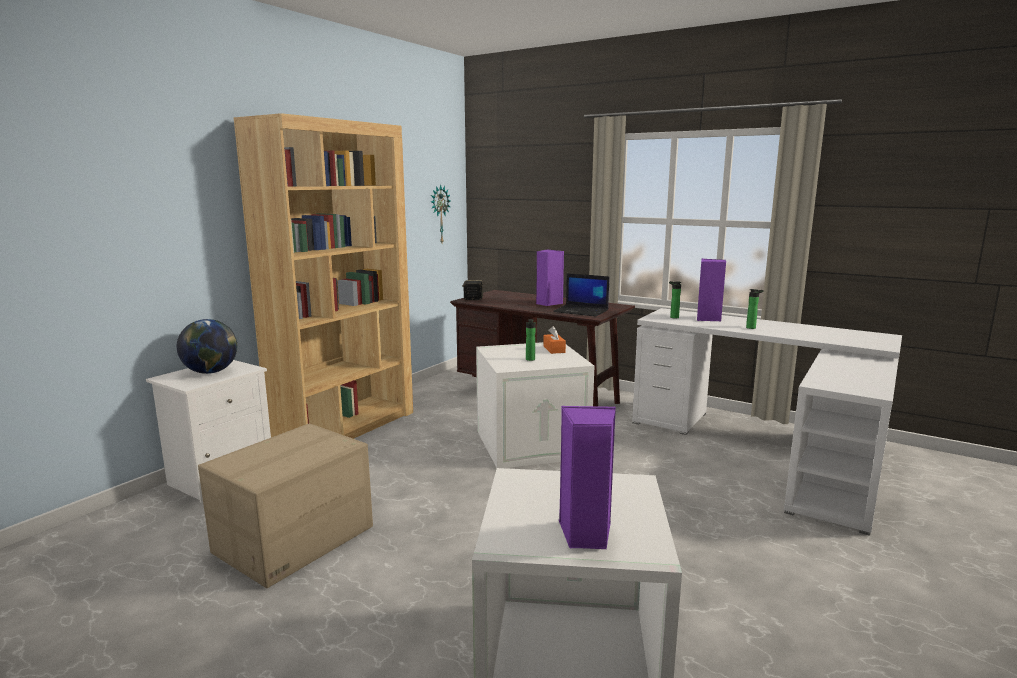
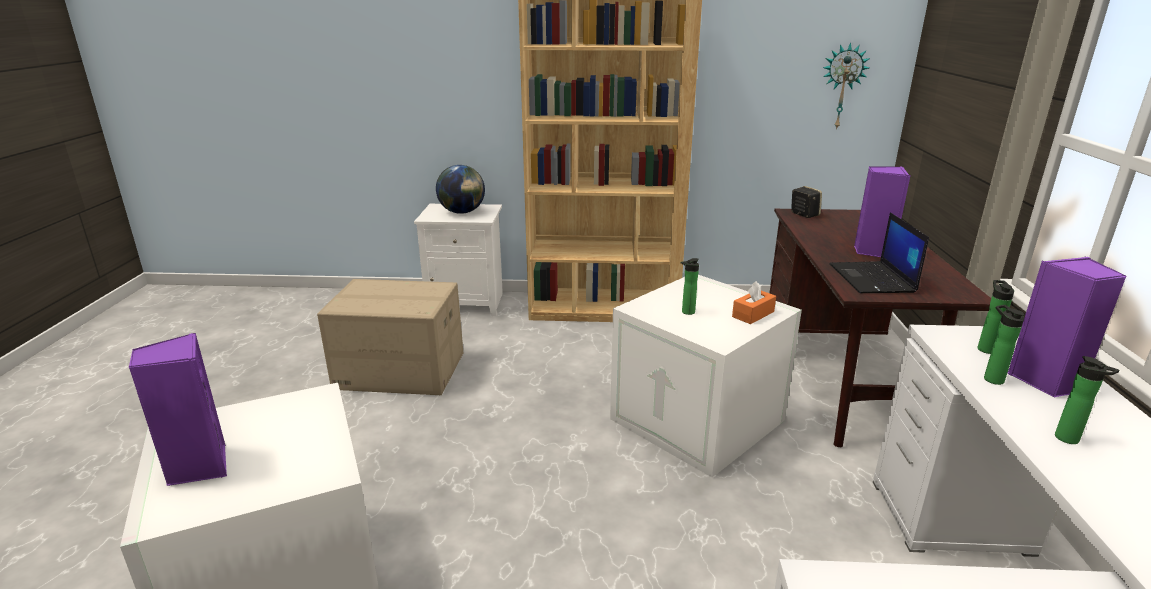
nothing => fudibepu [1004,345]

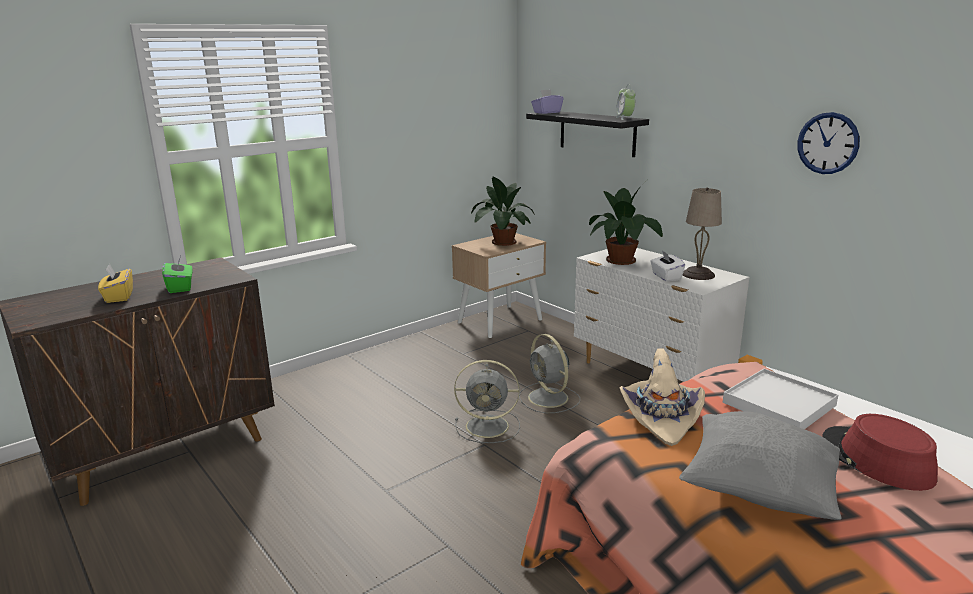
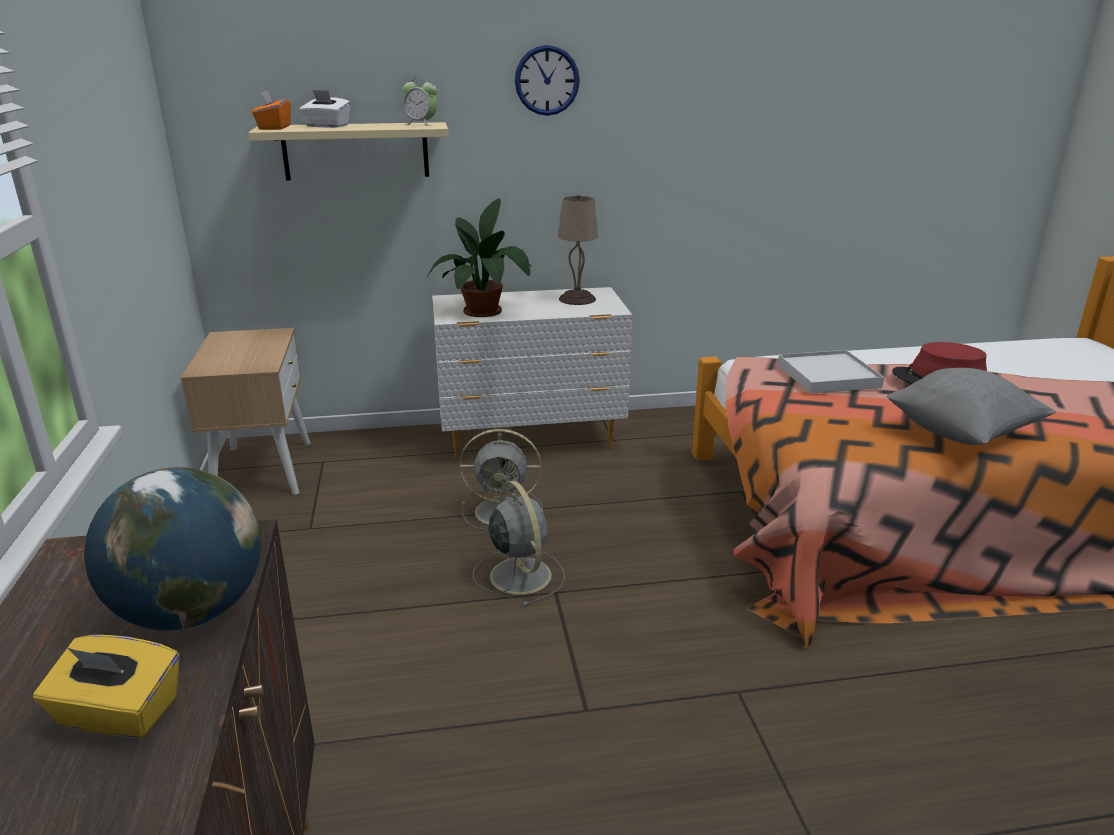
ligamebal [503,211] => nothing
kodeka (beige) [662,397] => nothing
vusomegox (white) [667,265] => vusomegox (white) [325,109], shifted
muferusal [828,143] => muferusal [547,80], shifted
vusomegox (green) [177,274] => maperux [173,548]
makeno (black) [587,134] => makeno (beige) [348,151]
vusomegox (purple) [547,101] => vusomegox (orange) [271,110]
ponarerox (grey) [487,401] => ponarerox (grey) [519,544], 60 degrees counterclockwise

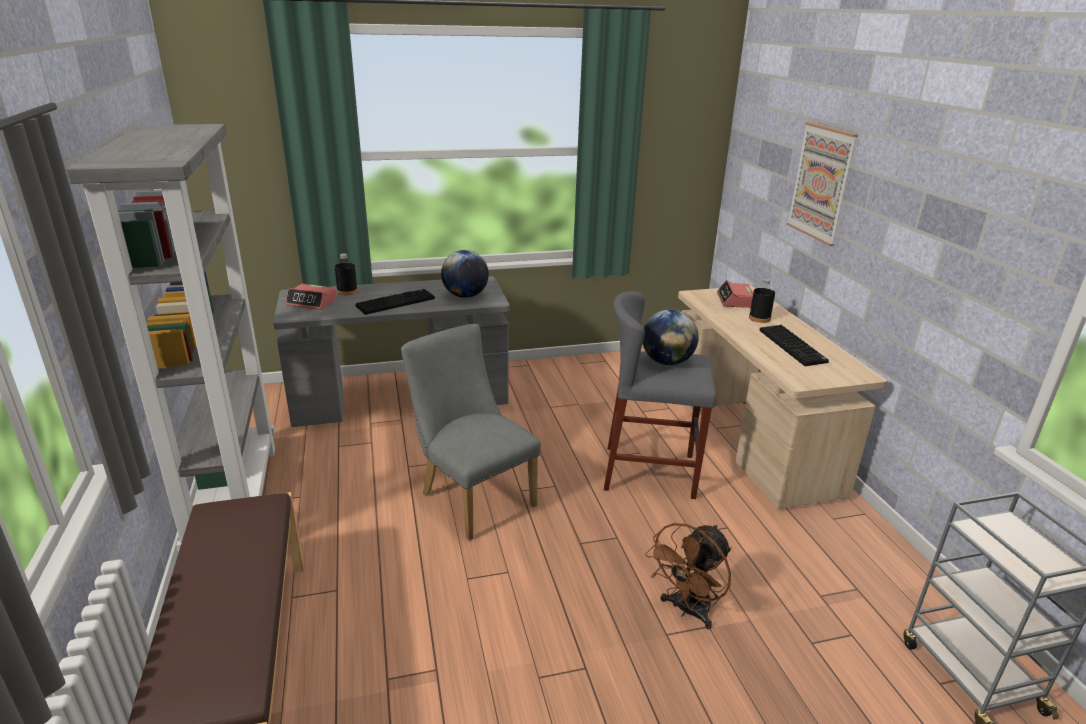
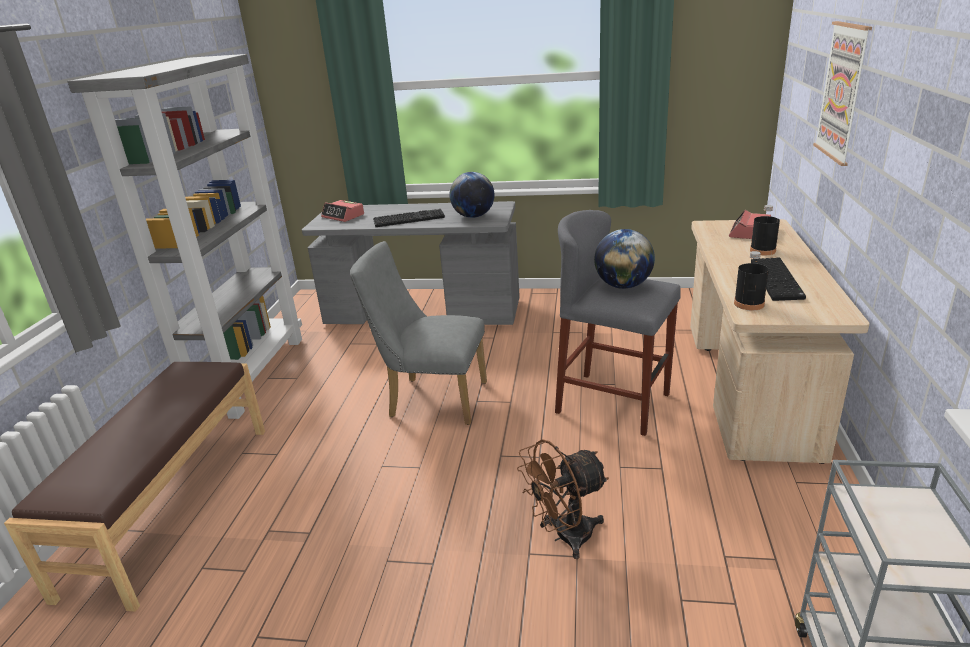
fudibepu (black) [346,274] => fudibepu (black) [751,280], shifted
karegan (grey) [471,432] => karegan (grey) [418,333], 60 degrees counterclockwise

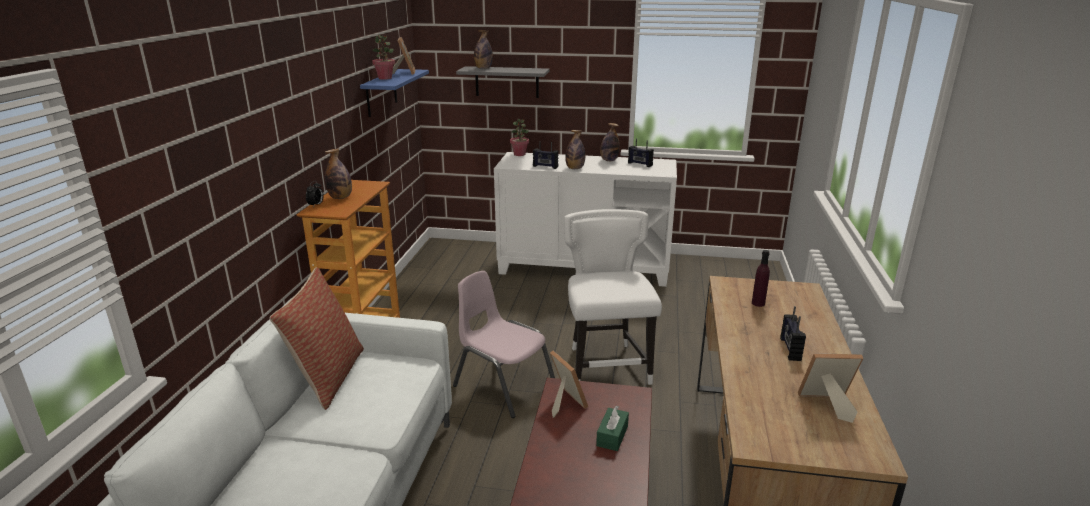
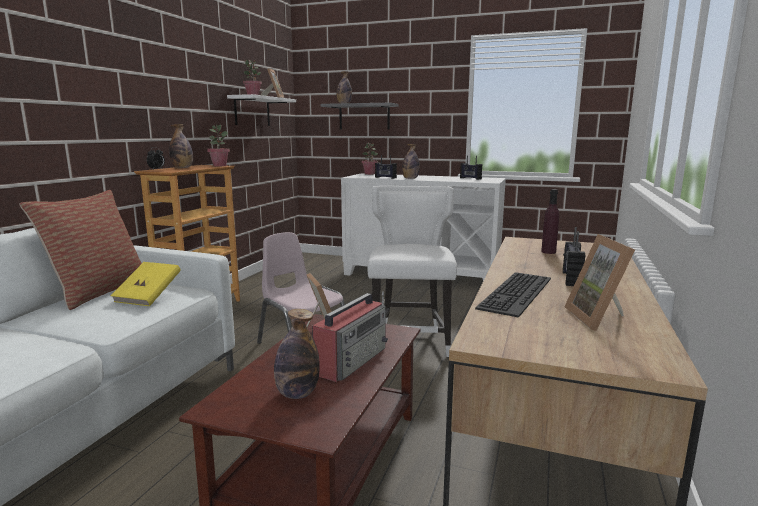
nothing => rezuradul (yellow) [145,284]
nothing => ligamebal [218,145]
nothing => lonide [513,295]
fudibepu [610,142] => fudibepu [297,354], shifted
vusomegox (green) [612,428] => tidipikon [350,336]
makeno (blue) [394,93] => makeno (white) [261,110]
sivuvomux [830,388] => sivuvomux [599,282], 105 degrees counterclockwise

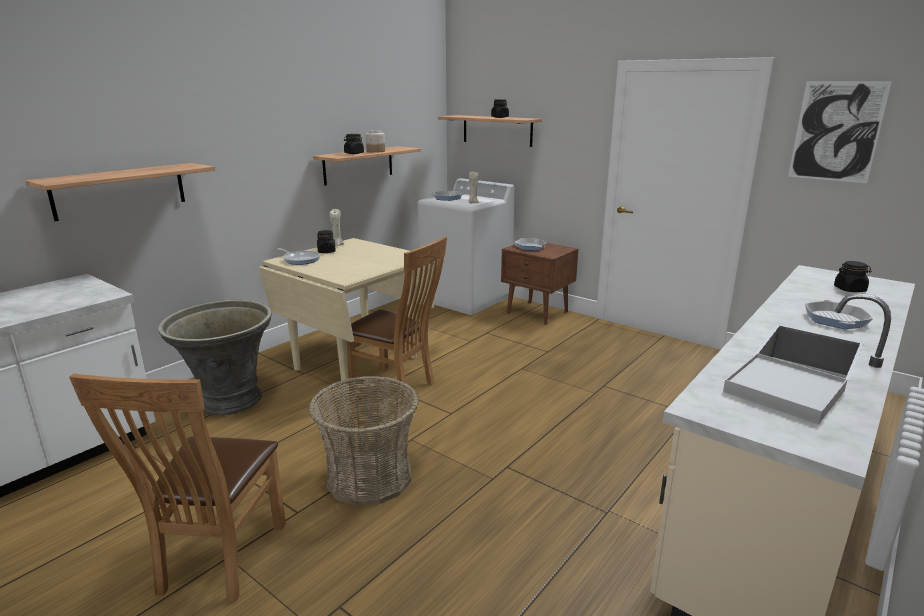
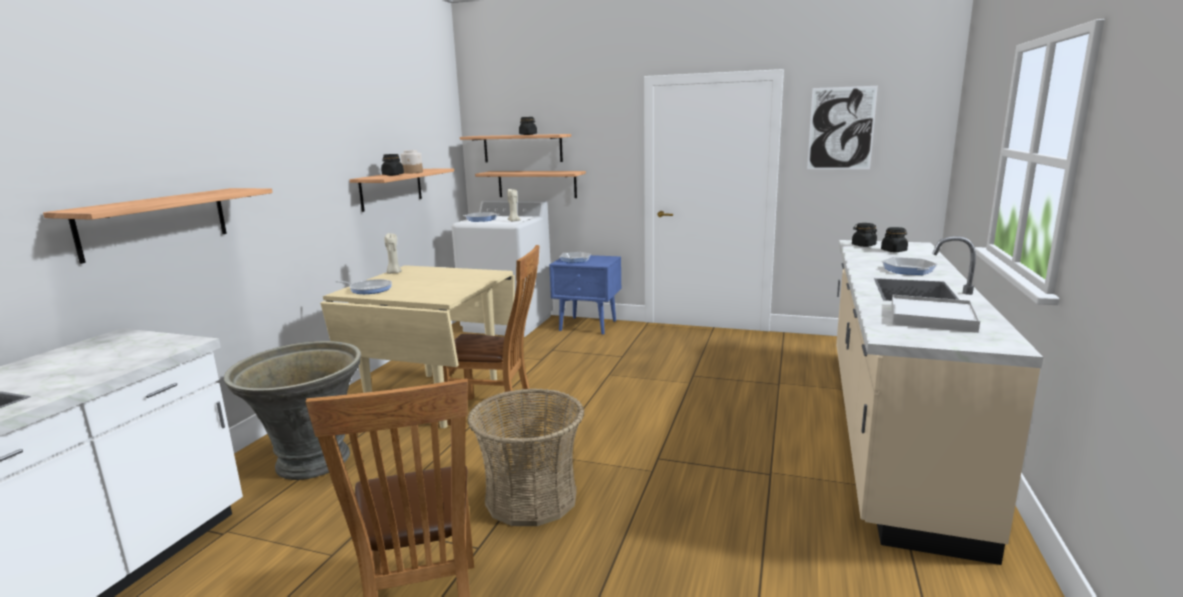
nothing => makeno [530,184]
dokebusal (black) [326,241] => dokebusal (black) [864,235], shifted
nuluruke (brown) [539,284] => nuluruke (blue) [585,294]

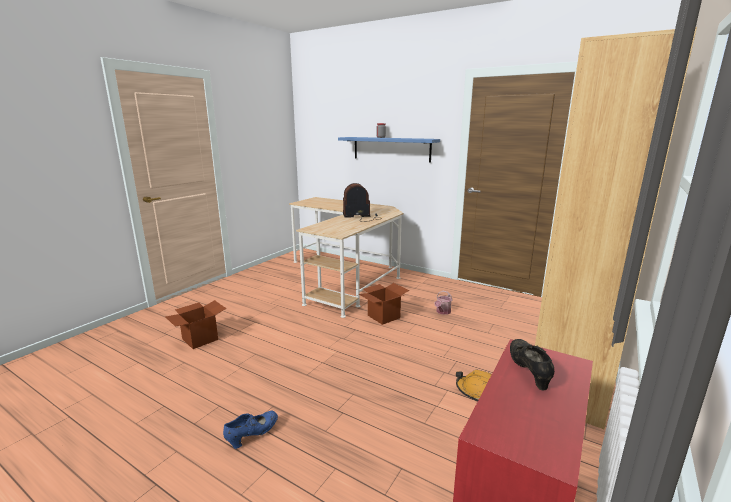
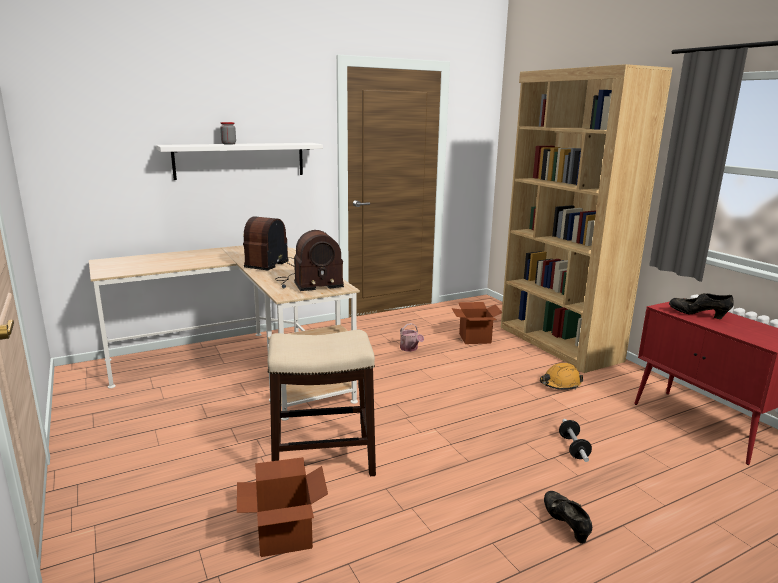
nothing => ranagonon [321,403]
nothing => tidipikon [309,260]
nothing => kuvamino [575,440]
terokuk [384,304] => terokuk [476,323], shifted
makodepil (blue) [250,430] => makodepil (black) [568,517]
makeno (blue) [389,150] => makeno (white) [239,161]

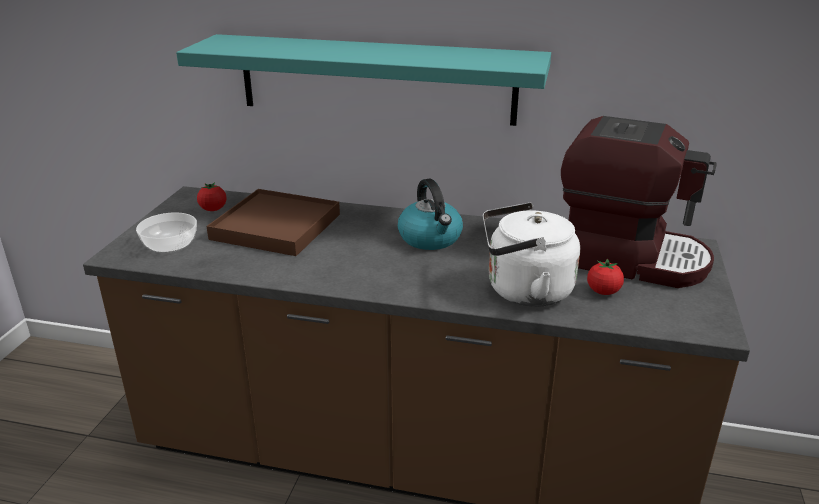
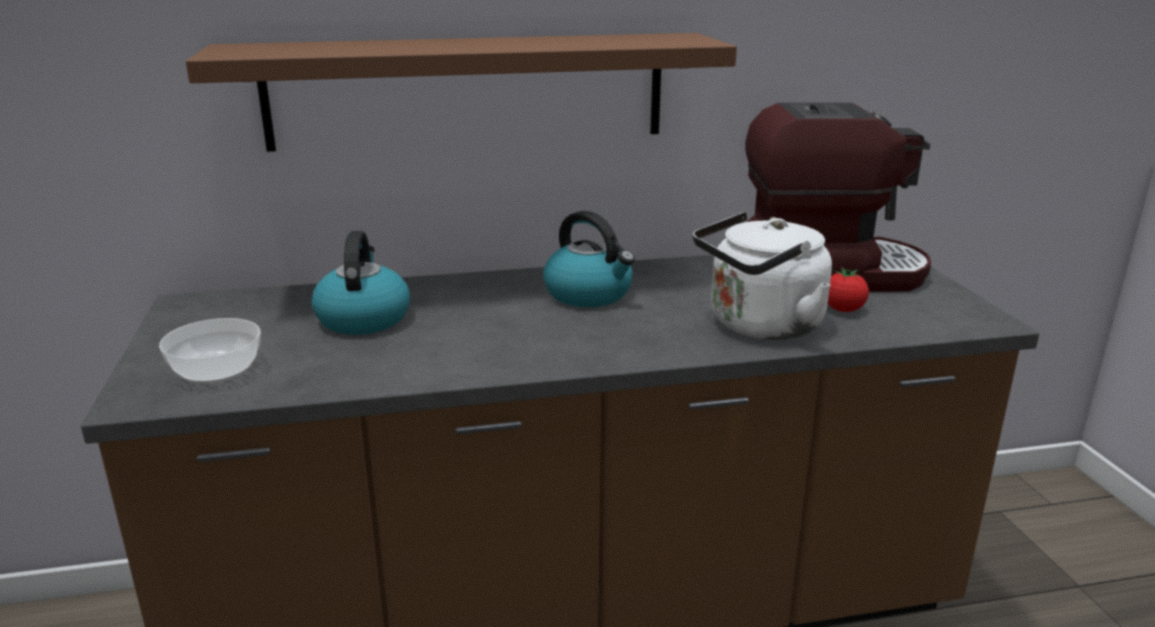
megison [211,196] => nothing
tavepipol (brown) [273,222] => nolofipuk [361,283]
makeno (turquoise) [363,80] => makeno (brown) [461,92]

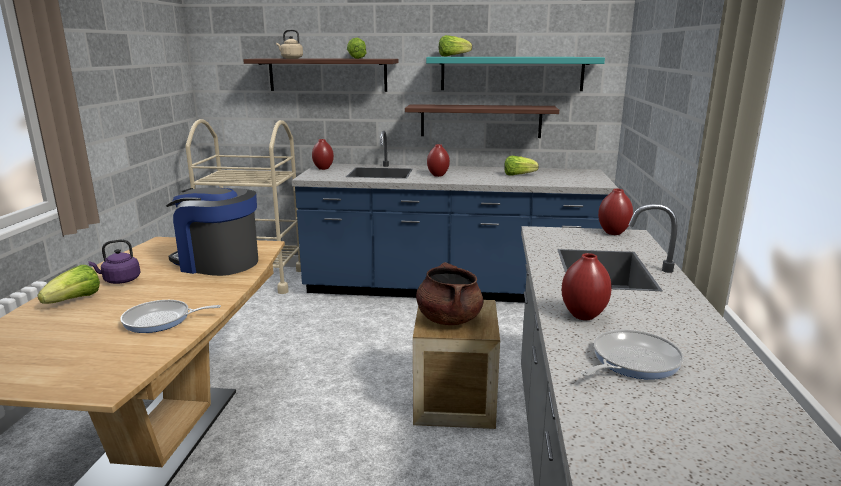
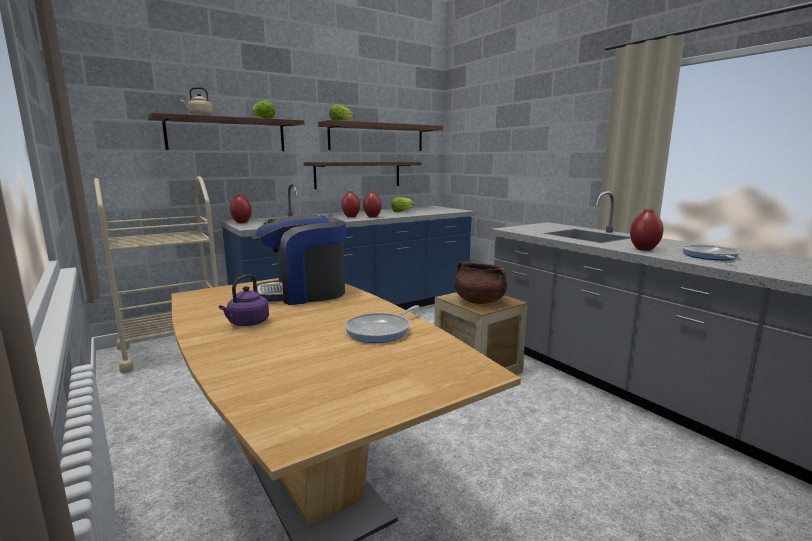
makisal [68,284] => nothing
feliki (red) [615,212] => feliki (red) [372,204], shifted
makeno (turquoise) [515,74] => makeno (brown) [380,135]

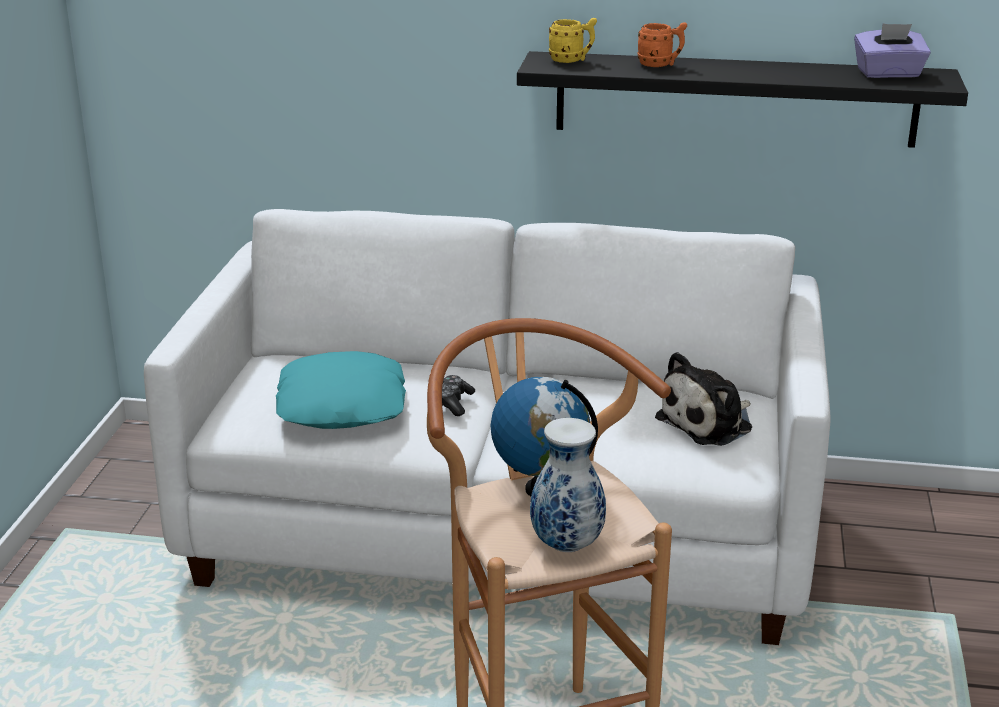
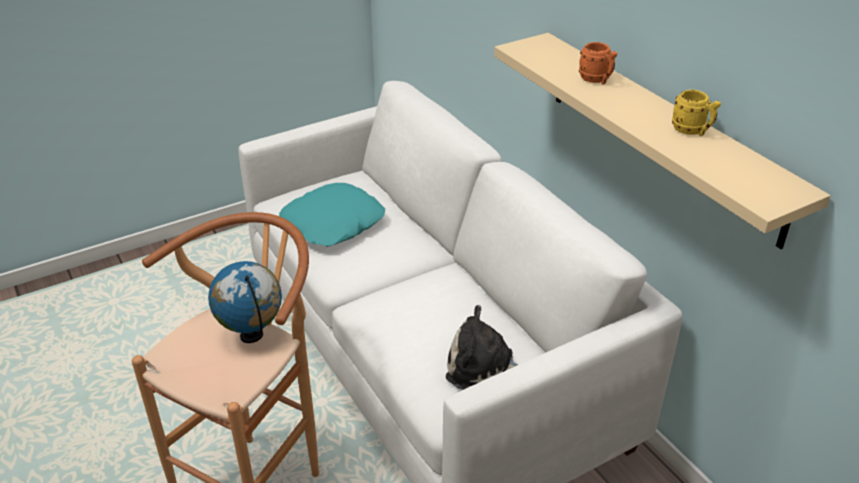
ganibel [458,395] => nothing
feliki [568,485] => nothing
vusomegox (purple) [892,50] => nothing
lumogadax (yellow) [573,40] => lumogadax (yellow) [696,113], shifted
makeno (black) [742,99] => makeno (beige) [662,141]

